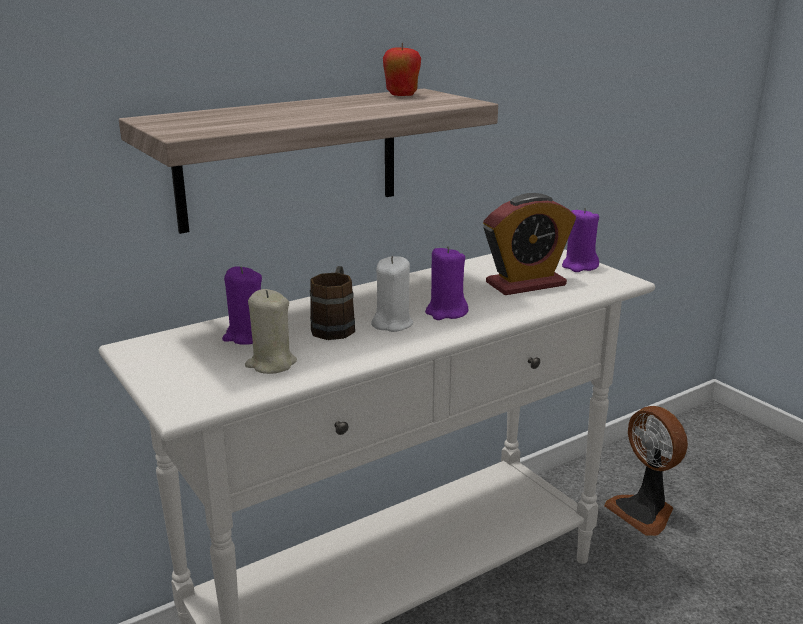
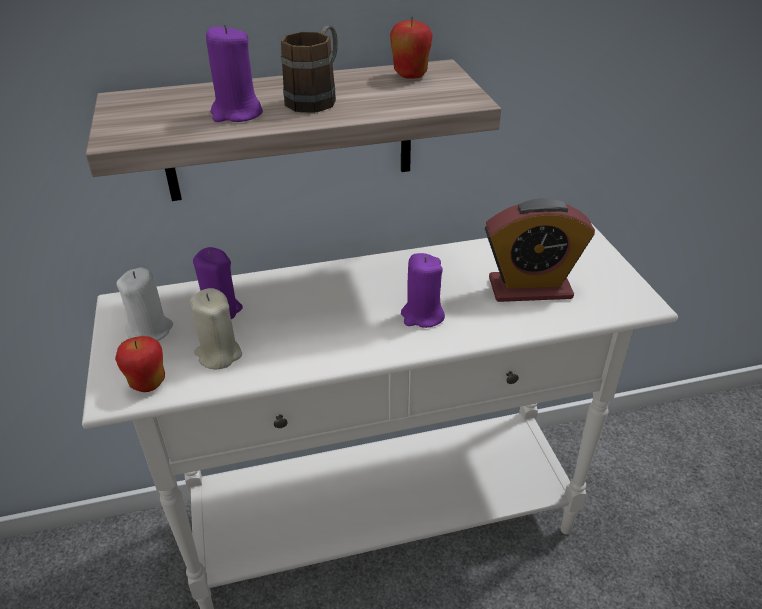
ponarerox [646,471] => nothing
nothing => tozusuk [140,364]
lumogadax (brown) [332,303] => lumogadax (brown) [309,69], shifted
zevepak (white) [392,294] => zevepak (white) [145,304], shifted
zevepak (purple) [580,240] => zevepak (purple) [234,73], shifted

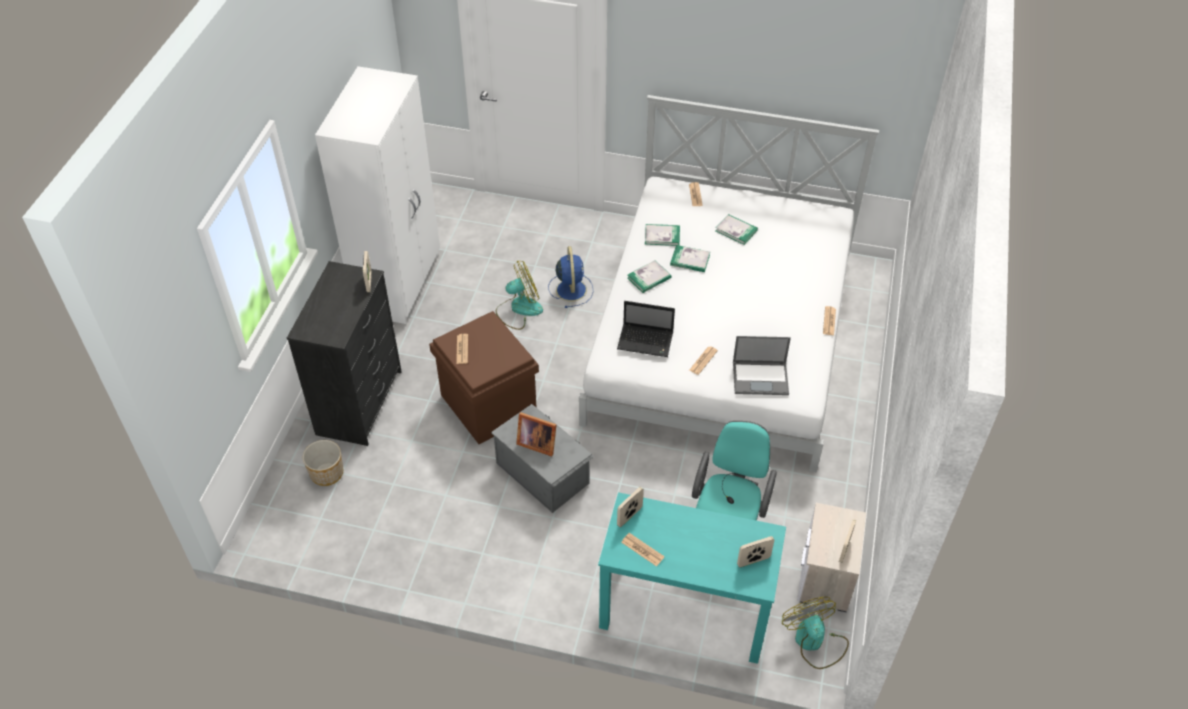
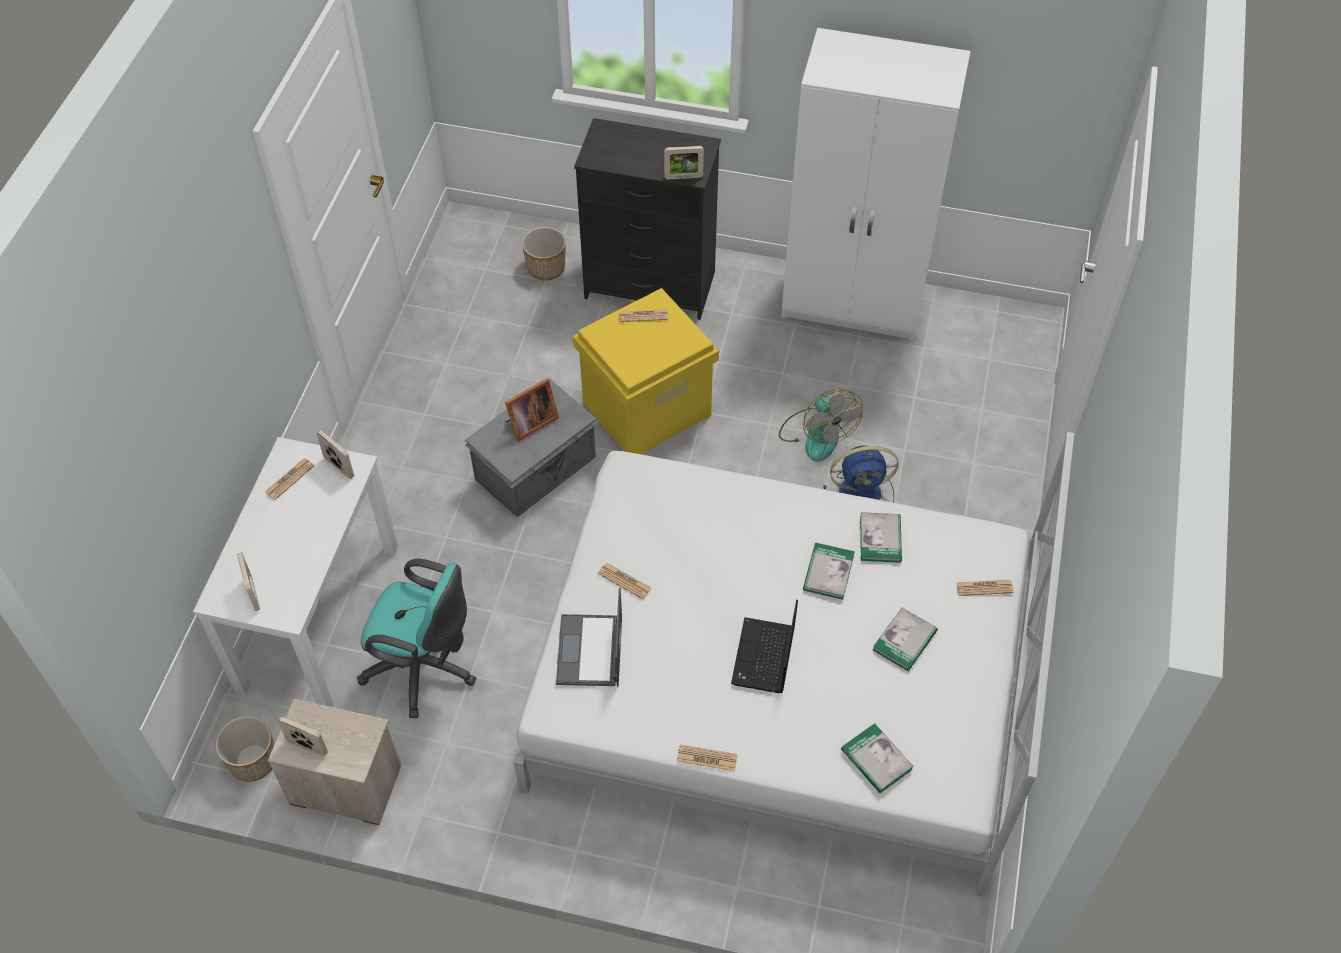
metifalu [646,329] => metifalu [764,646], shifted
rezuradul [649,276] => rezuradul [877,758], shifted
ponarerox [815,633] => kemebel [245,749]
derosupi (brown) [484,377] => derosupi (yellow) [646,371]
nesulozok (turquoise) [692,578] => nesulozok (white) [295,572]
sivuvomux [536,434] => sivuvomux [532,410], 150 degrees counterclockwise

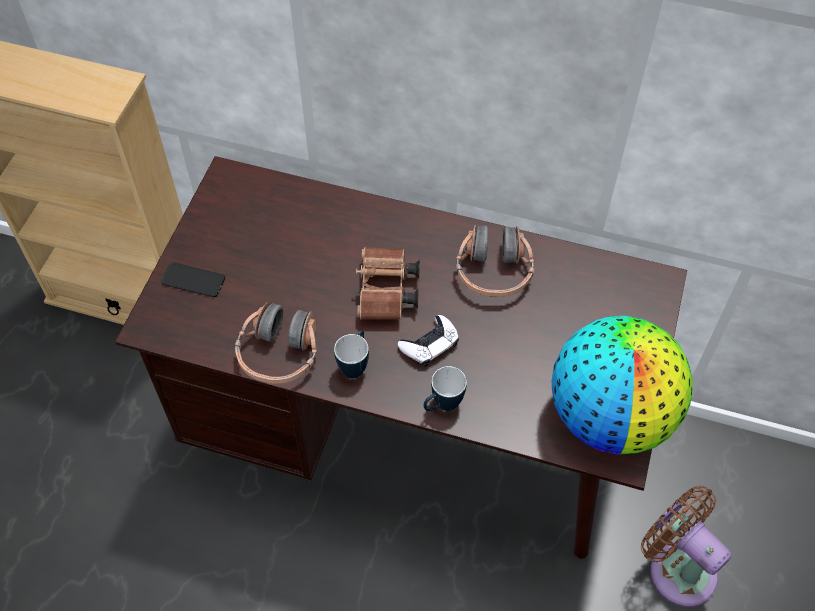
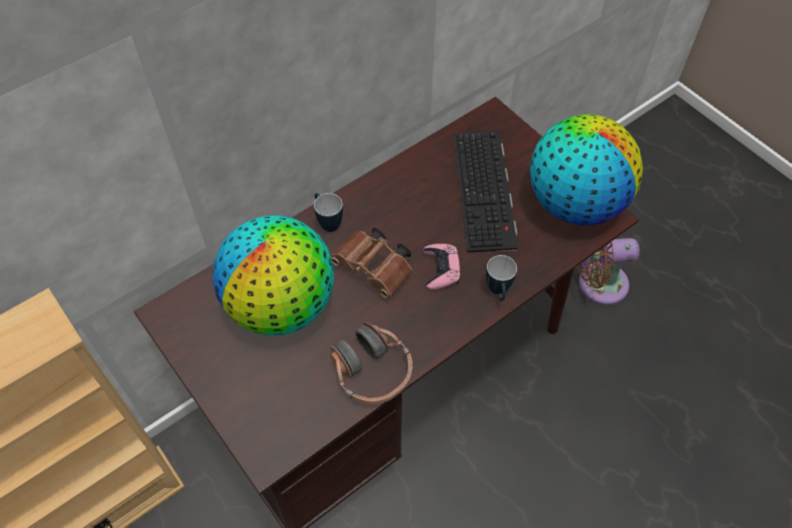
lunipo [193,279] => nothing
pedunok [495,260] => nothing
nothing => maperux [273,275]
nothing => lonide [485,191]
lumogadax [351,354] => lumogadax [328,212], shifted
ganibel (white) [428,341] => ganibel (pink) [442,267]

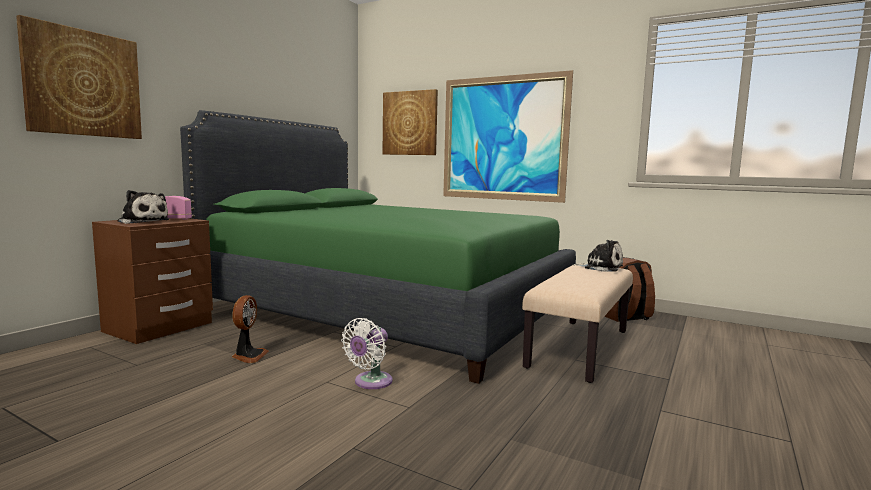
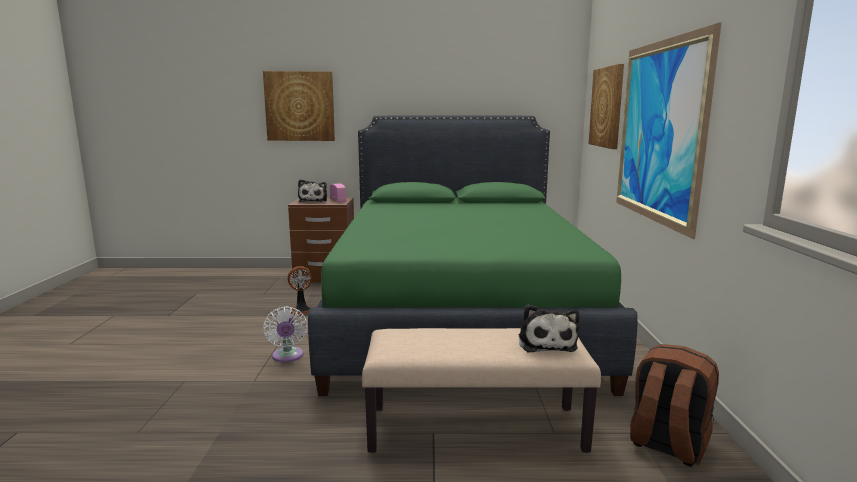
ponarerox (white) [366,353] => ponarerox (white) [285,334], 105 degrees counterclockwise

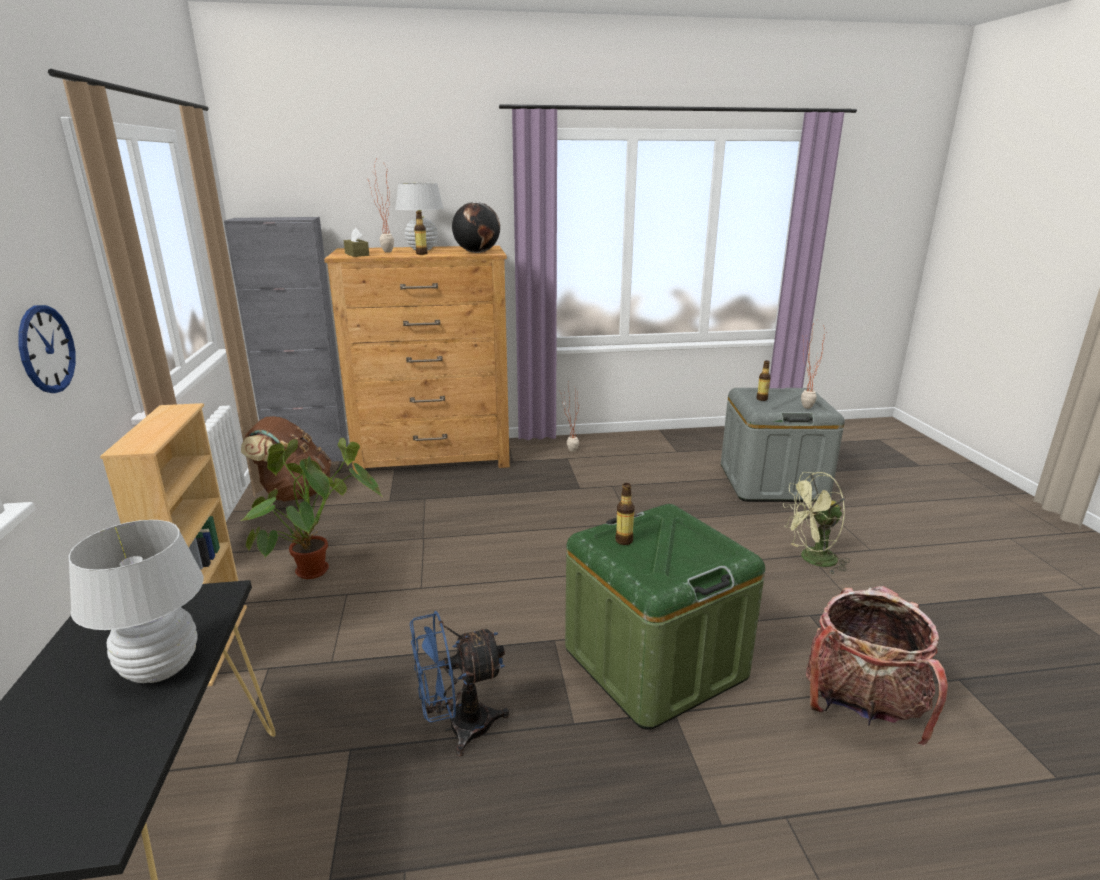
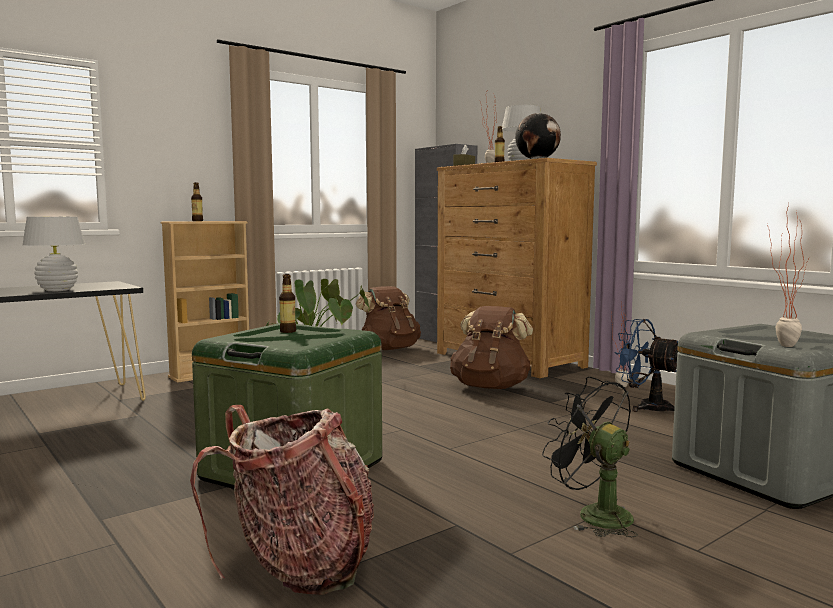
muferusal [47,349] => nothing
nothing => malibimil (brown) [491,347]
ponarerox (blue) [460,683] => ponarerox (blue) [646,365], shifted
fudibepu [763,380] => fudibepu [197,201], shifted
ponarerox (green) [816,523] => ponarerox (black) [590,457]

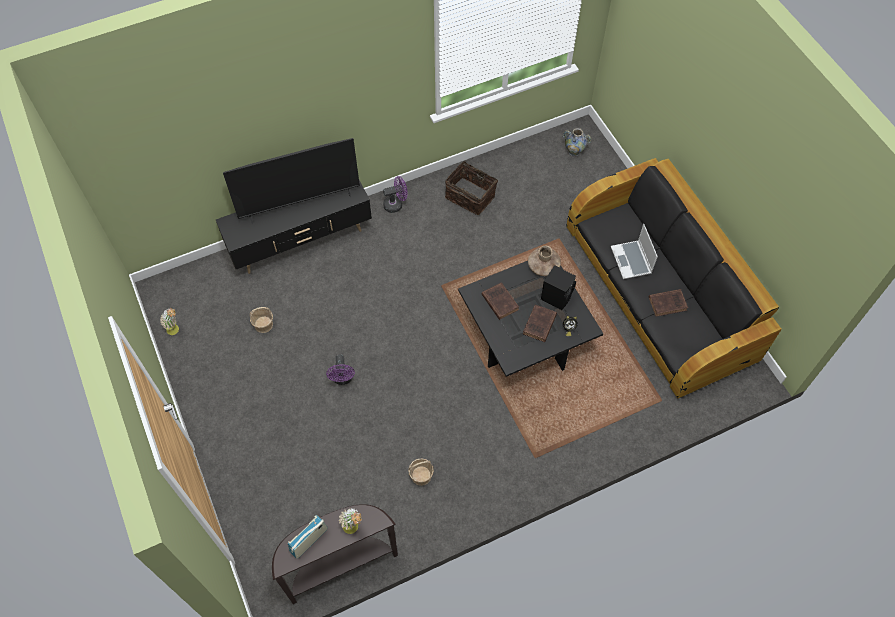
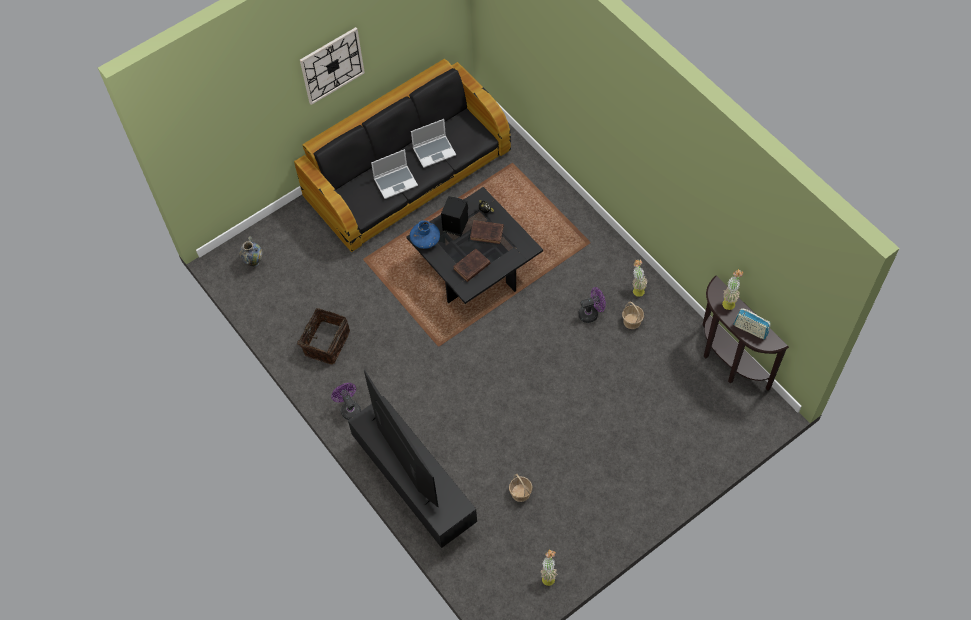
nothing => muferusal [332,66]
nothing => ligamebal [639,278]
ponarerox (purple) [340,369] => ponarerox (purple) [592,305], shifted
rezuradul (brown) [668,303] => metifalu [433,143]
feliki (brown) [544,260] => feliki (blue) [425,234]

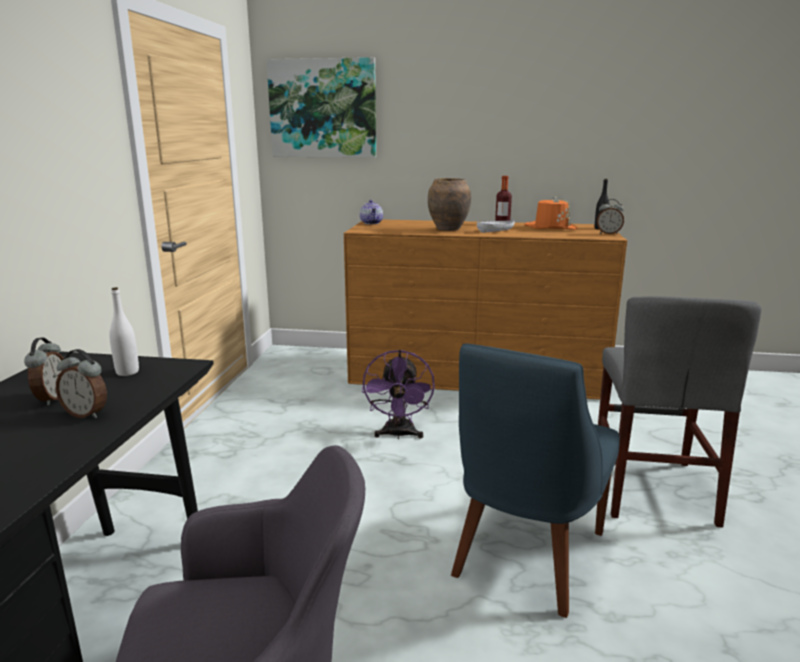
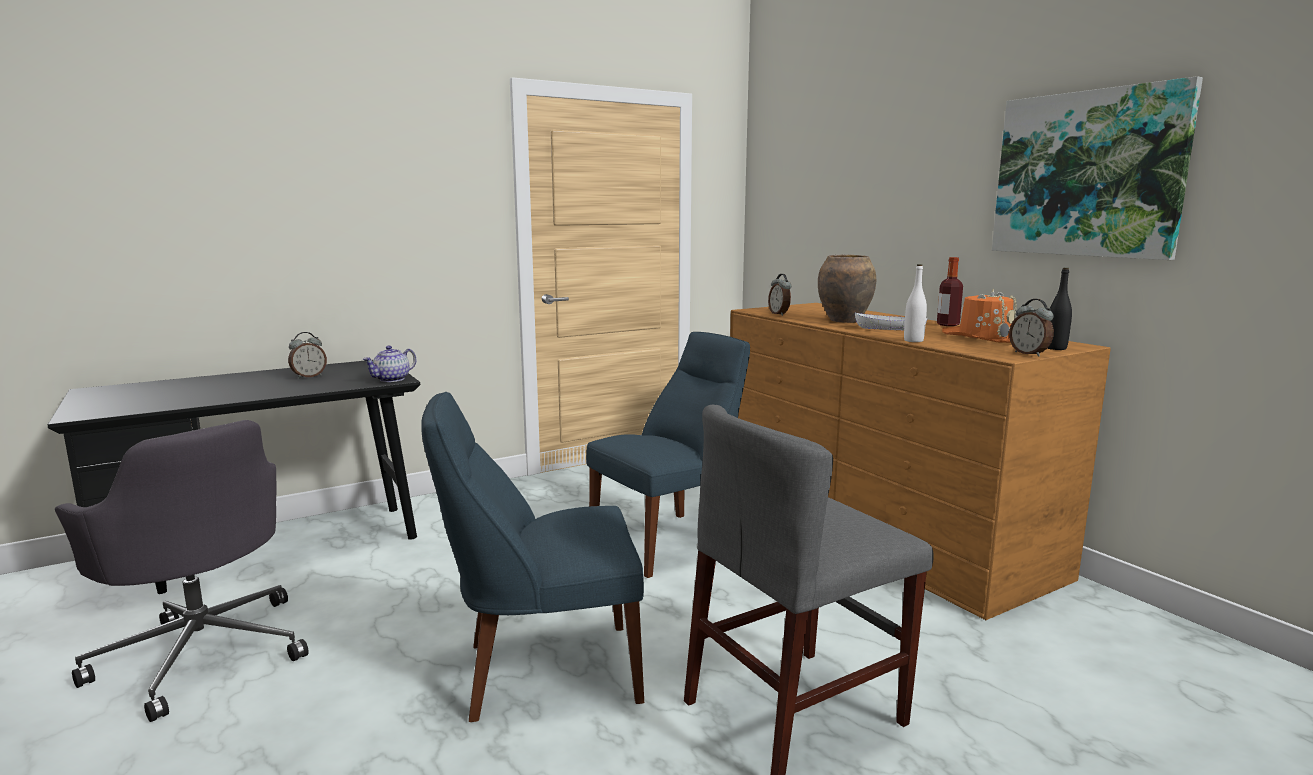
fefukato [81,383] => fefukato [780,295], shifted
fudibepu (white) [124,331] => fudibepu (white) [915,303], shifted
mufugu [321,107] => mufugu [1097,168], shifted
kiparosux [371,212] => kiparosux [389,364], shifted
ponarerox (purple) [398,394] => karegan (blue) [668,455]

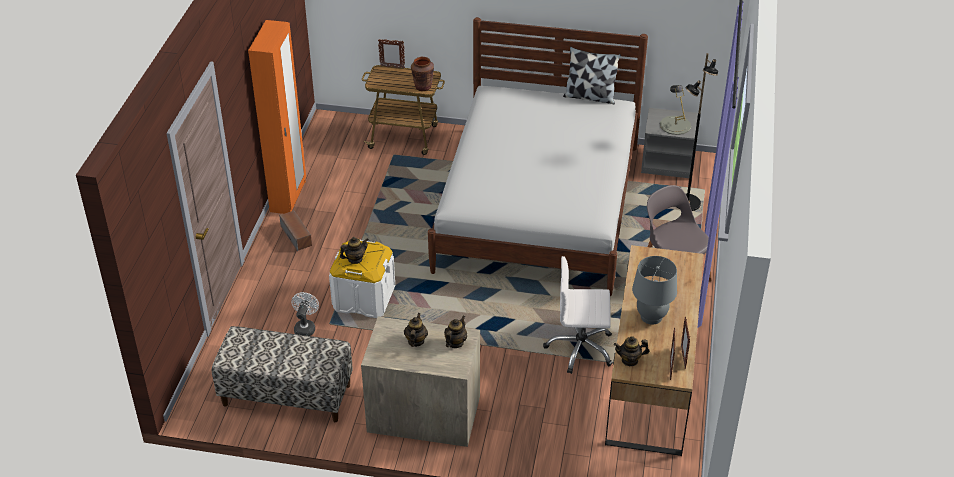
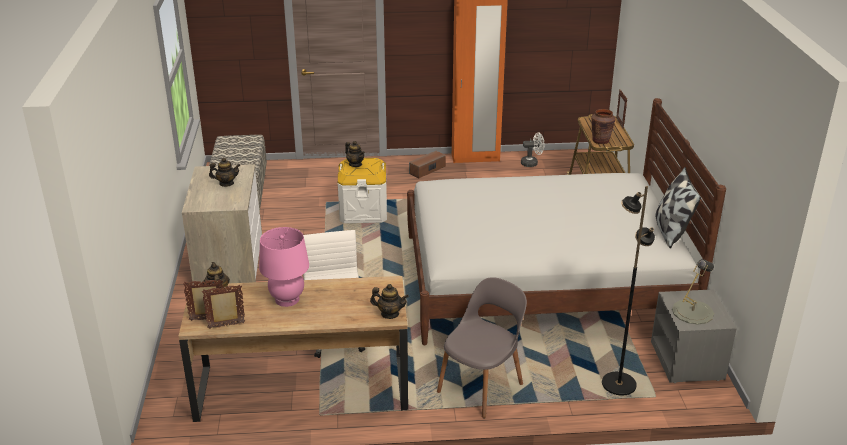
ponarerox (white) [305,314] => ponarerox (white) [532,150], shifted
kiparosux [455,332] => kiparosux [389,301], shifted
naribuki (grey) [654,290] => naribuki (pink) [284,267]

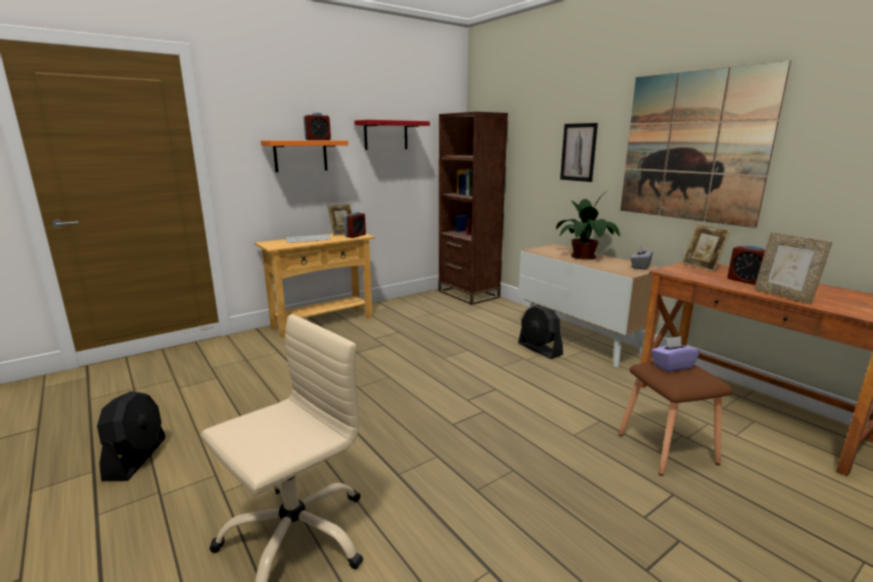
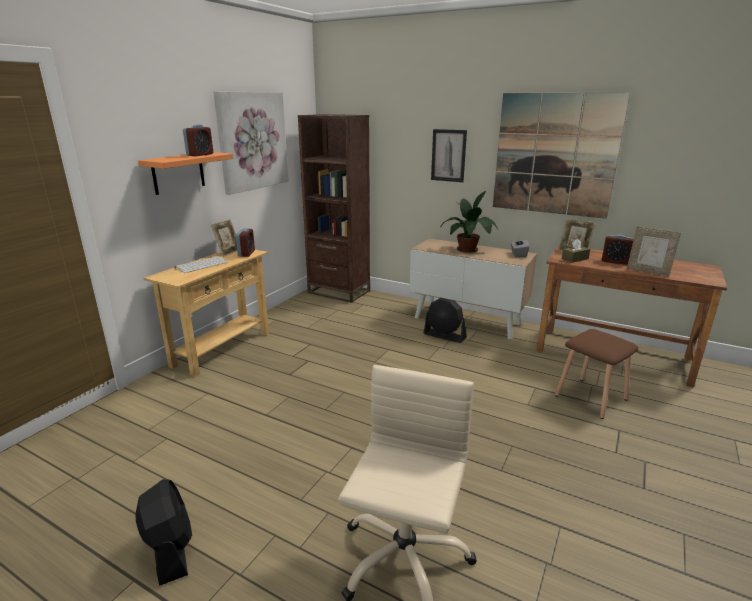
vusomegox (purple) [675,354] => nothing
nothing => vusomegox (brown) [576,251]
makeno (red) [392,135] => mufugu [251,143]

